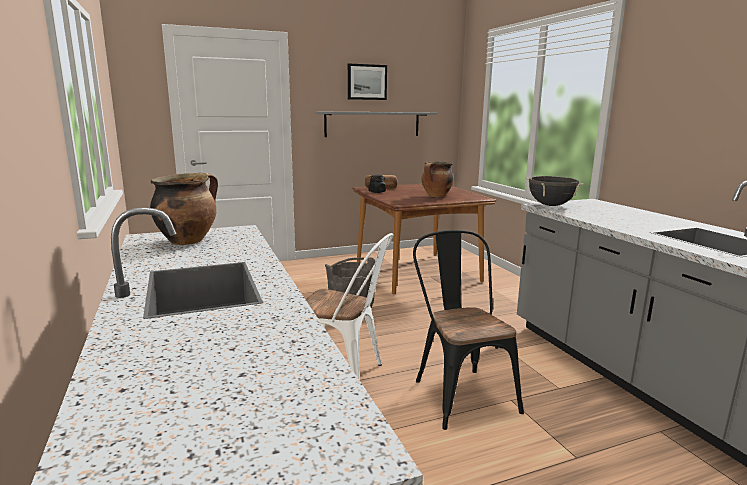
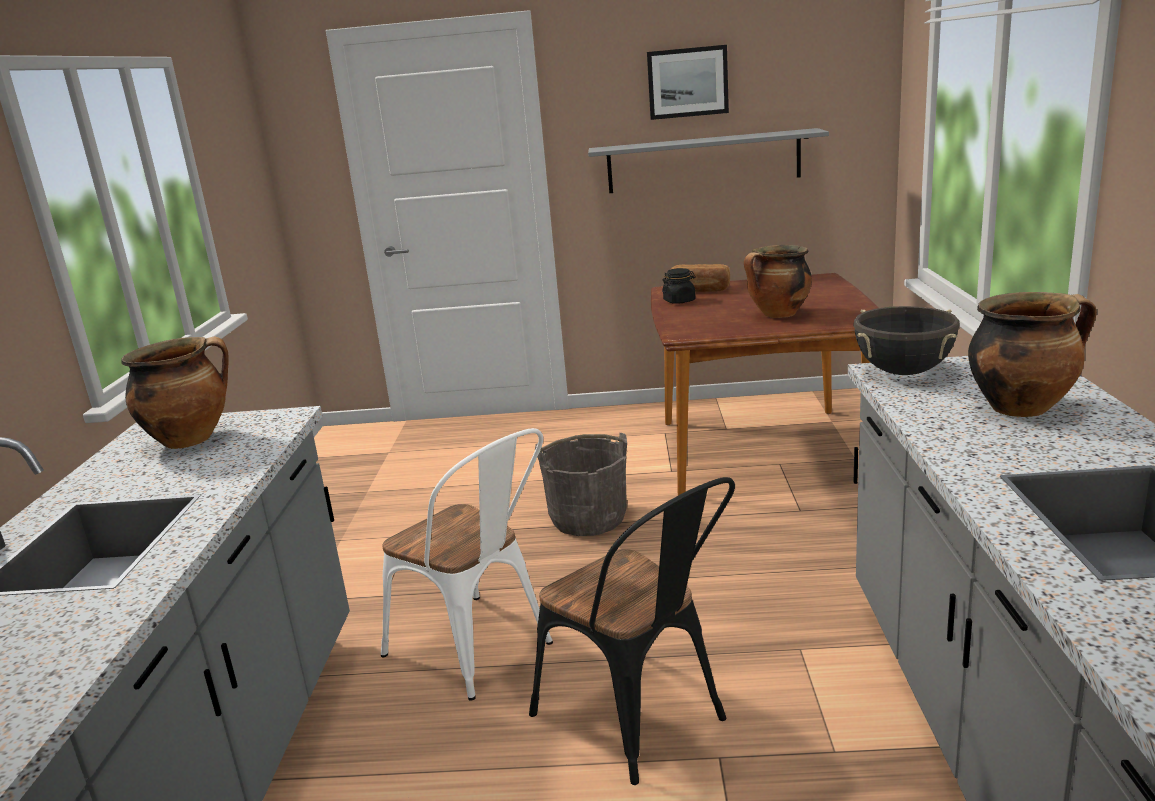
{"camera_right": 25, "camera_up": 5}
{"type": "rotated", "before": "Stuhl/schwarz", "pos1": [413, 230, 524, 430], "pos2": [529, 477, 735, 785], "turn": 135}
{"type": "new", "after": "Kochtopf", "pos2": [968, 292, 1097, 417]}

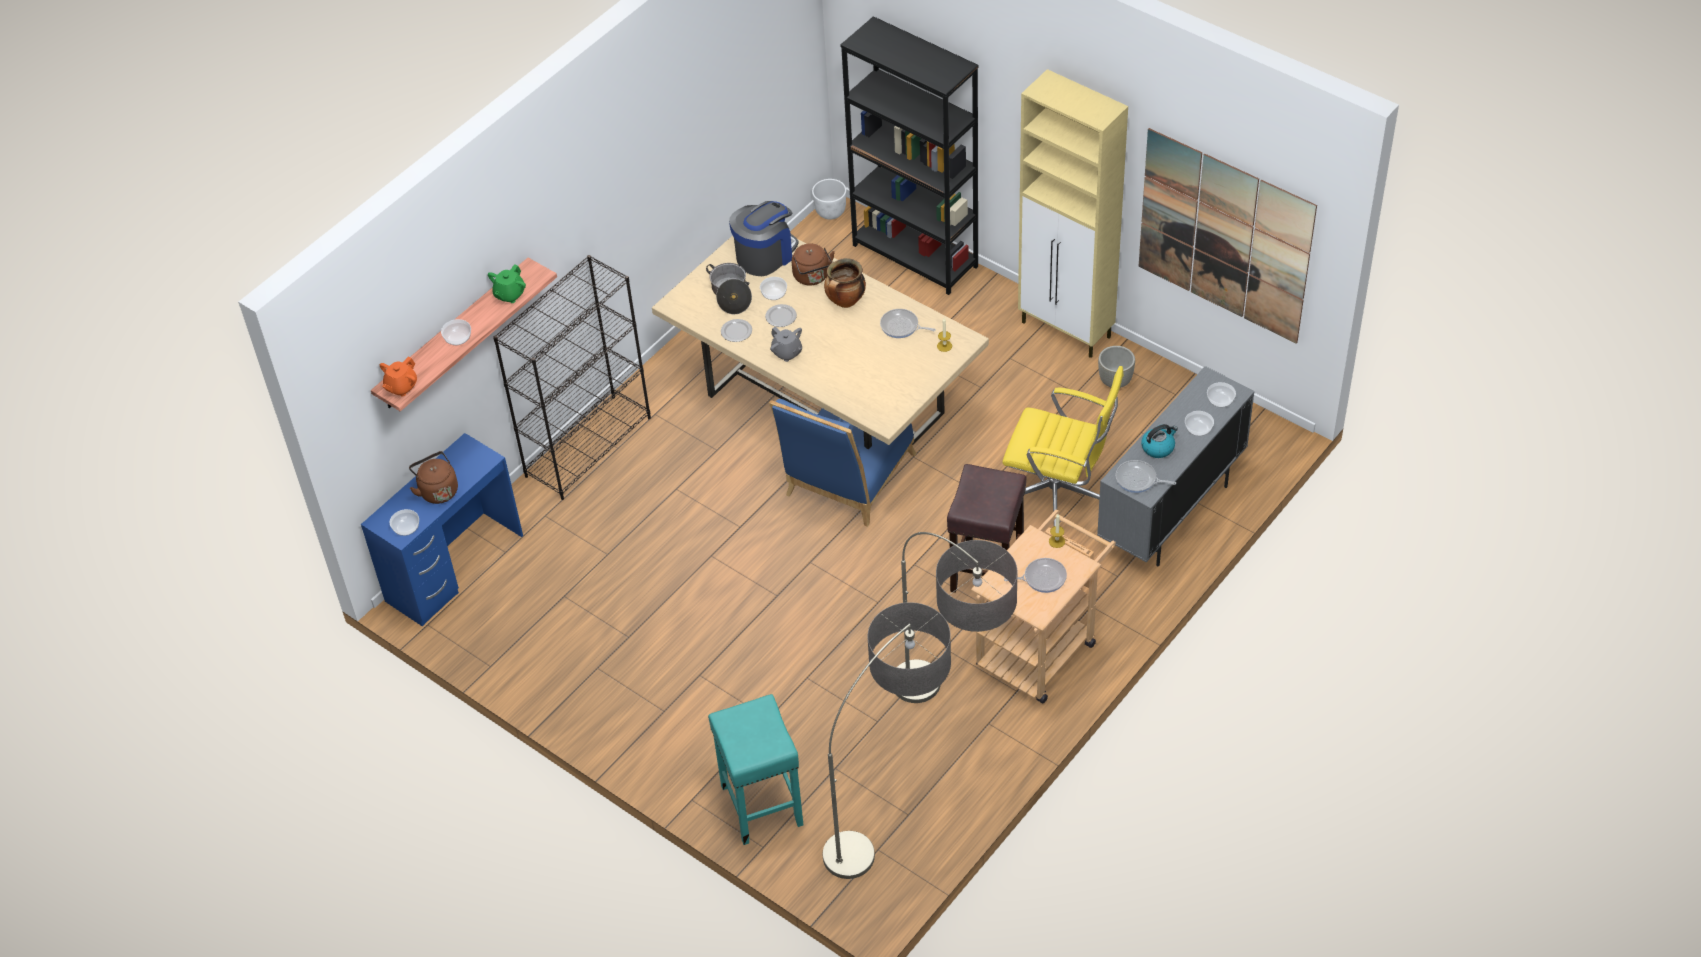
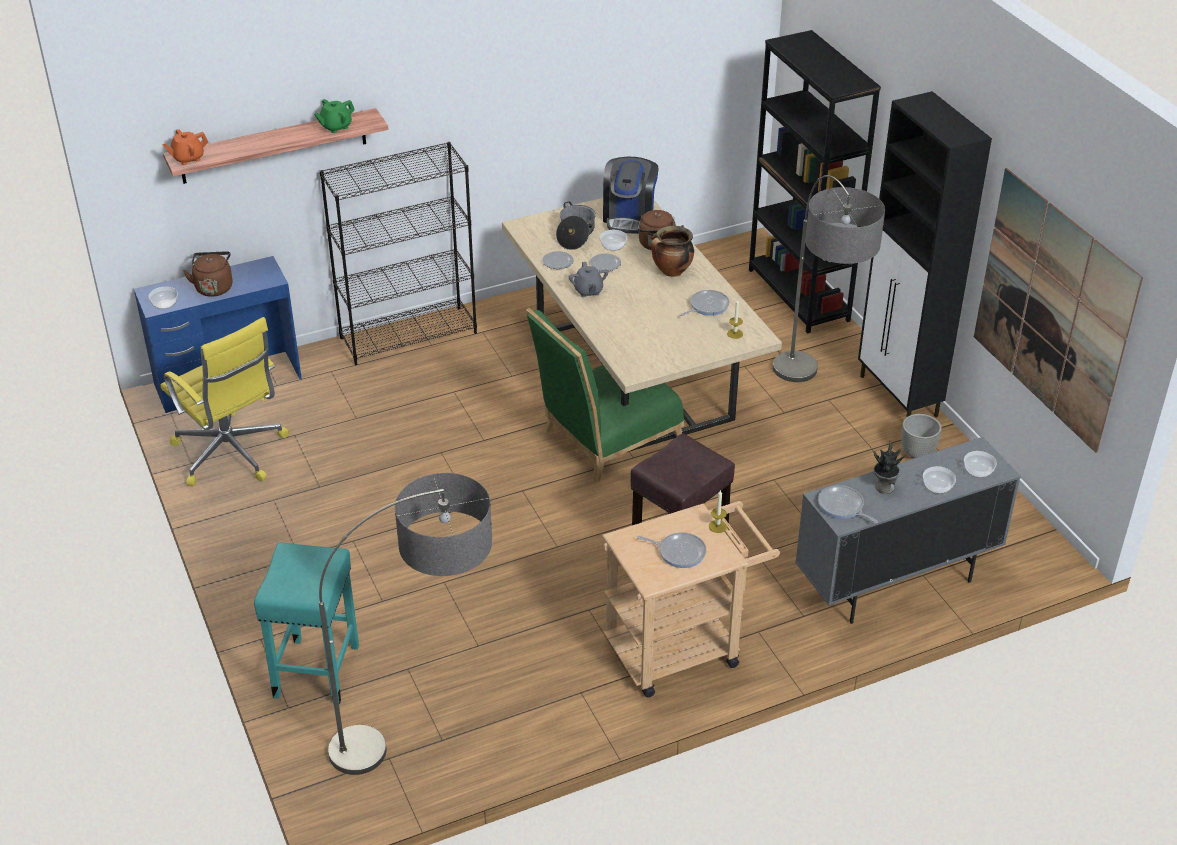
{"camera_right": 25, "camera_up": -10}
{"type": "gone", "before": "Schüssel", "pos1": [441, 319, 471, 345]}
{"type": "rotated", "before": "Kaffeemaschine", "pos1": [729, 201, 799, 276], "pos2": [603, 157, 659, 234], "turn": 120}
{"type": "repainted", "before": "Stuhl/blau", "after": "Stuhl/grün", "pos1": [769, 399, 917, 527], "pos2": [526, 308, 684, 482]}
{"type": "gone", "before": "Pflanzkübel/weiß", "pos1": [812, 179, 846, 220]}
{"type": "rotated", "before": "Pfanne", "pos1": [880, 309, 936, 338], "pos2": [681, 290, 729, 316], "turn": 90}
{"type": "shifted", "before": "Stehlampe", "pos1": [897, 532, 1017, 703], "pos2": [773, 175, 885, 382]}
{"type": "shifted", "before": "Bürostuhl/gelb", "pos1": [1002, 366, 1124, 526], "pos2": [160, 317, 289, 487]}
{"type": "repainted", "before": "Schrank/beige", "after": "Schrank/schwarz", "pos1": [1018, 69, 1128, 358], "pos2": [858, 91, 992, 417]}
{"type": "swapped", "before": "Wasserkessel", "after": "Topfpflanze", "pos1": [1141, 424, 1178, 458], "pos2": [870, 440, 908, 494]}

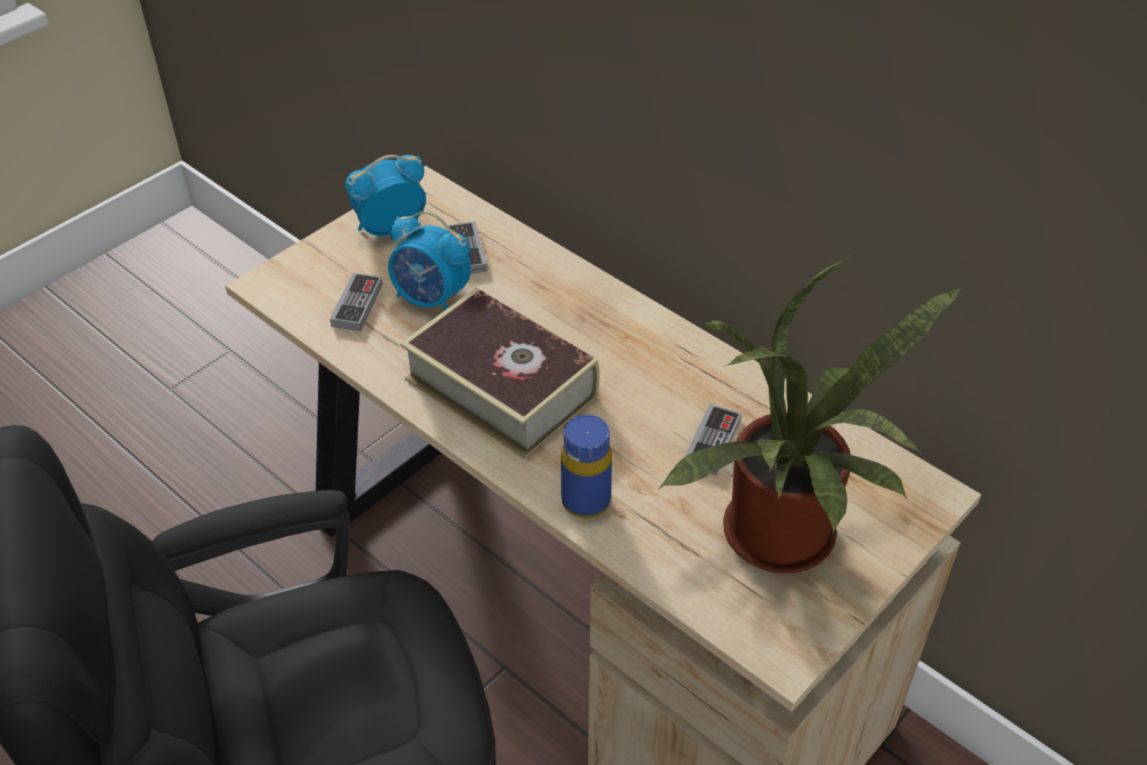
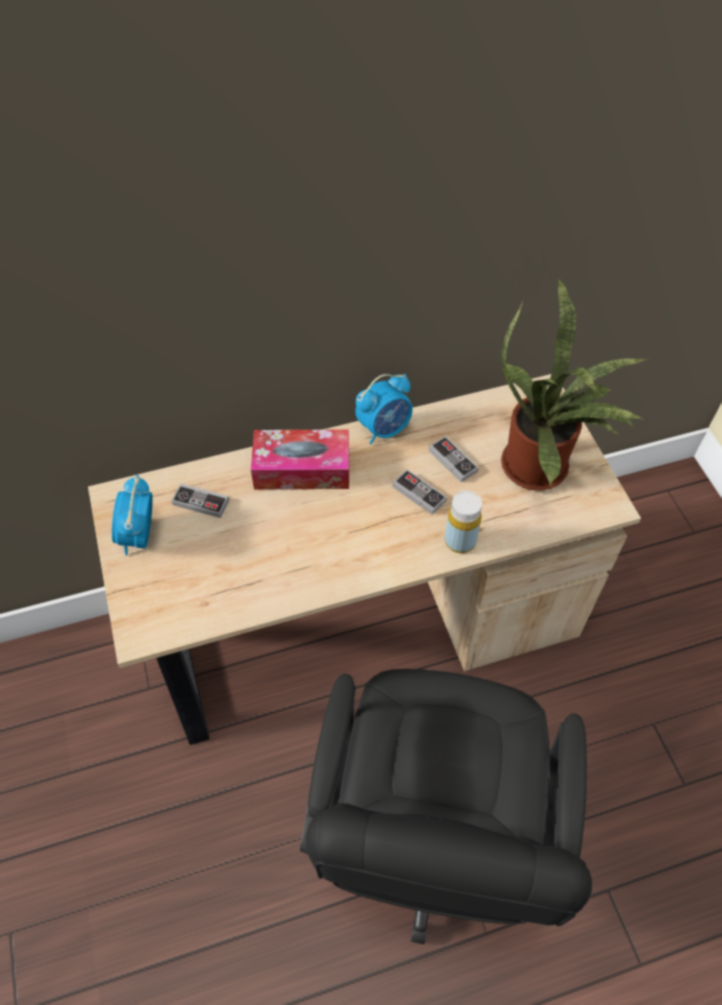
{"camera_right": -60, "camera_up": 10}
{"type": "shifted", "before": "Gamepad", "pos1": [330, 273, 383, 331], "pos2": [393, 470, 447, 515]}
{"type": "shifted", "before": "Wecker", "pos1": [388, 211, 471, 310], "pos2": [356, 374, 413, 445]}
{"type": "gone", "before": "Buch", "pos1": [400, 288, 599, 459]}
{"type": "repainted", "before": "Flasche/blau", "after": "Flasche/gelb", "pos1": [561, 414, 612, 518], "pos2": [445, 490, 482, 553]}
{"type": "new", "after": "Taschentuchbox", "pos2": [251, 429, 349, 490]}

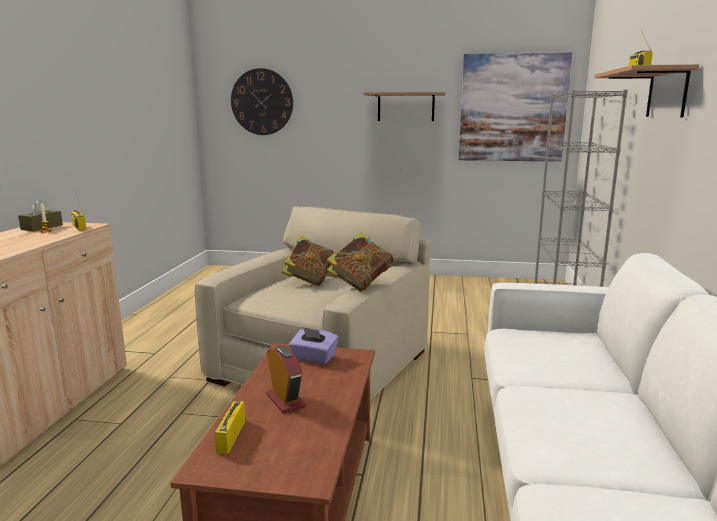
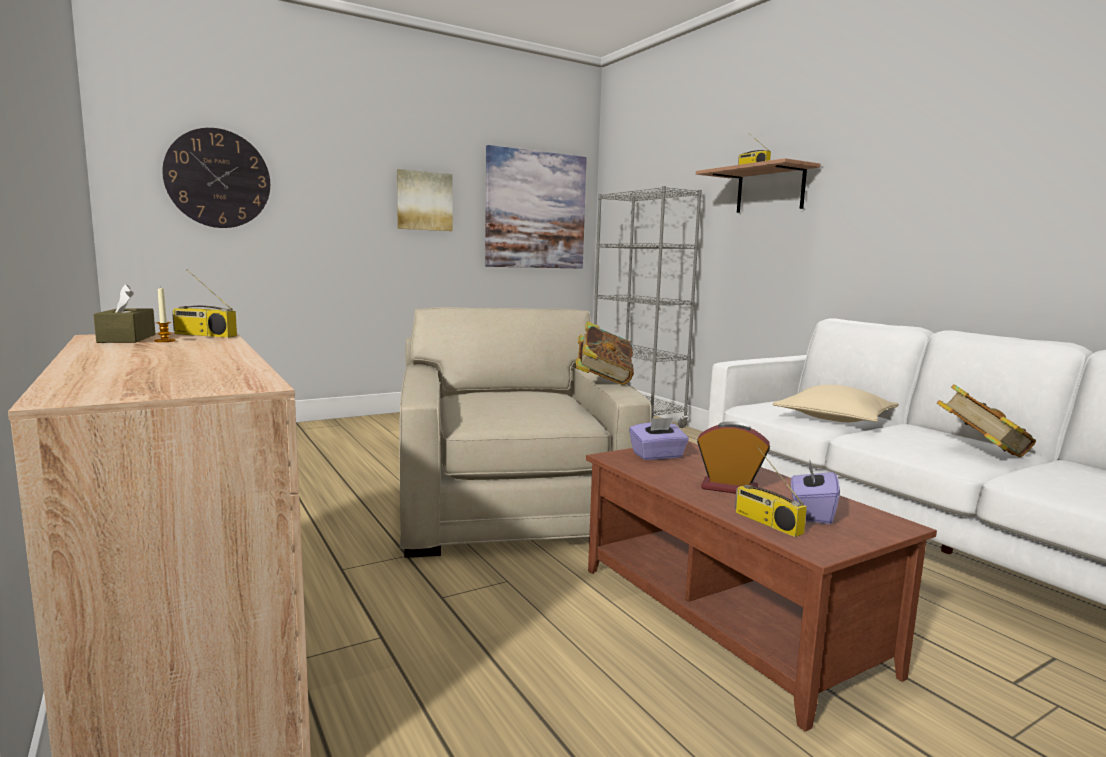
{"camera_right": -40, "camera_up": -5}
{"type": "shifted", "before": "Buch", "pos1": [282, 235, 334, 286], "pos2": [937, 384, 1036, 457]}
{"type": "swapped", "before": "Wandregal", "after": "Bild", "pos1": [364, 92, 445, 121], "pos2": [397, 169, 453, 231]}
{"type": "new", "after": "Kissen/beige", "pos2": [772, 385, 899, 422]}
{"type": "new", "after": "Taschentuchbox/lila", "pos2": [791, 461, 840, 524]}

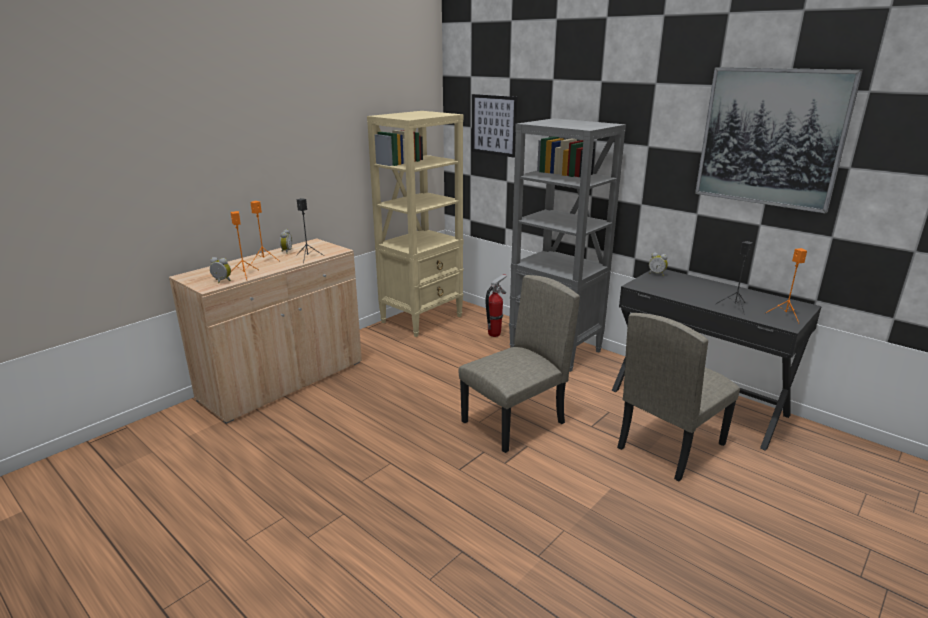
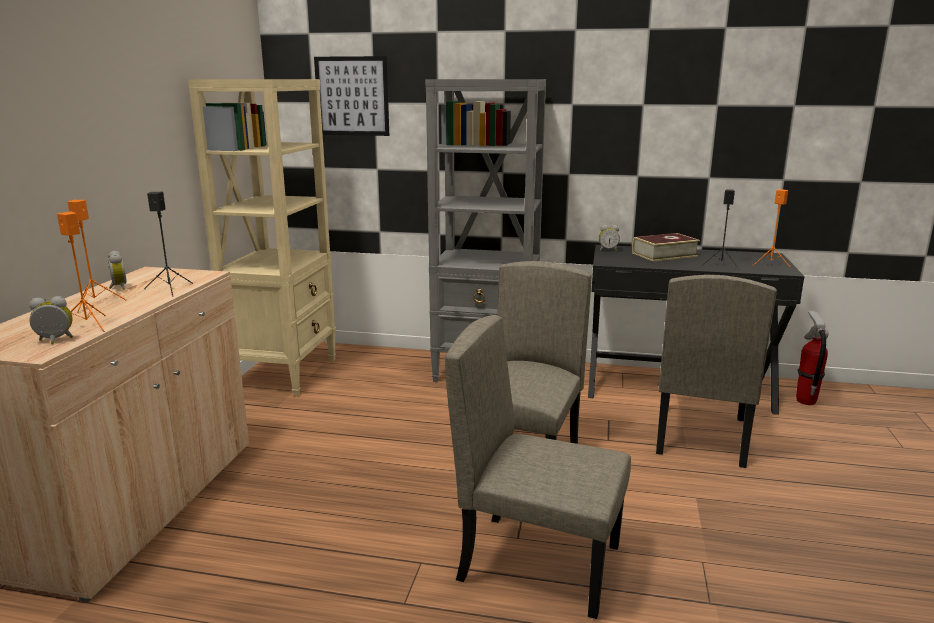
{"camera_right": -30, "camera_up": -5}
{"type": "shifted", "before": "Feuerlöscher", "pos1": [486, 274, 507, 337], "pos2": [796, 310, 828, 405]}
{"type": "gone", "before": "Bild", "pos1": [695, 67, 863, 214]}
{"type": "new", "after": "Stuhl/beige", "pos2": [445, 315, 631, 619]}
{"type": "new", "after": "Buch", "pos2": [632, 233, 700, 261]}

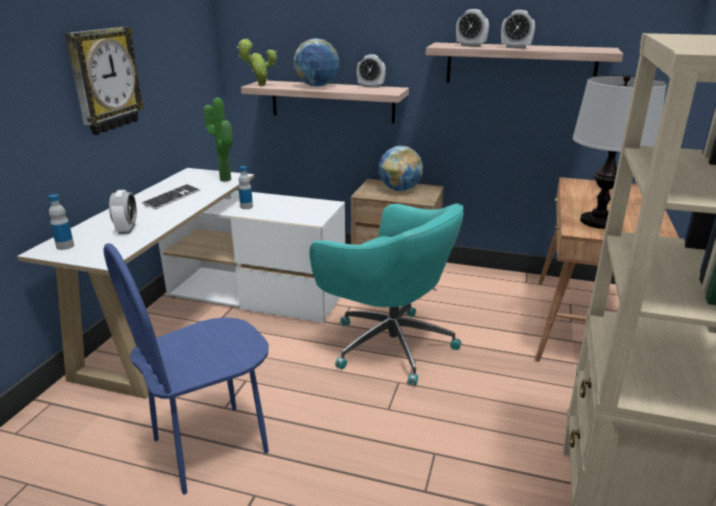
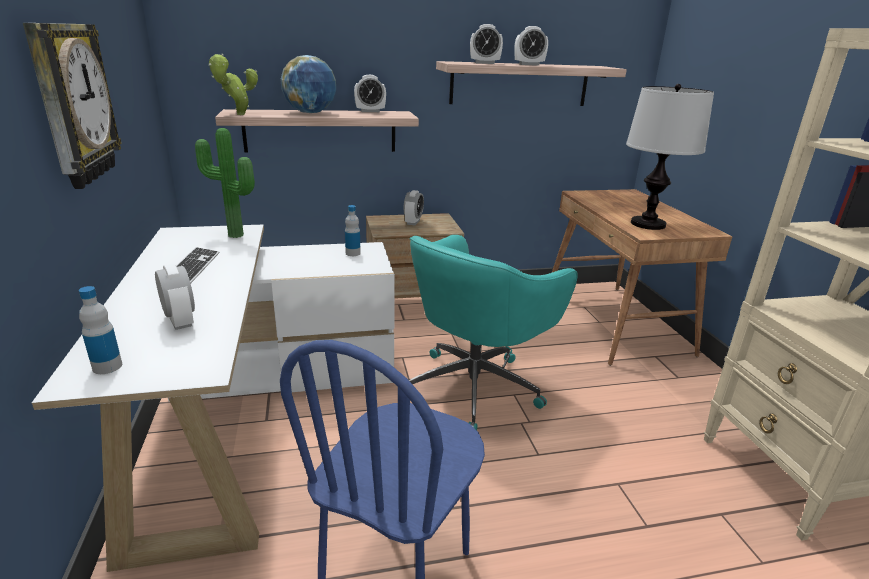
{"camera_right": -30, "camera_up": 0}
{"type": "shifted", "before": "Flasche", "pos1": [238, 166, 253, 209], "pos2": [345, 205, 361, 256]}
{"type": "rotated", "before": "Bürostuhl/türkis", "pos1": [309, 203, 464, 386], "pos2": [409, 235, 578, 430], "turn": 120}
{"type": "swapped", "before": "Globus", "after": "Wecker", "pos1": [379, 146, 423, 191], "pos2": [404, 190, 424, 226]}

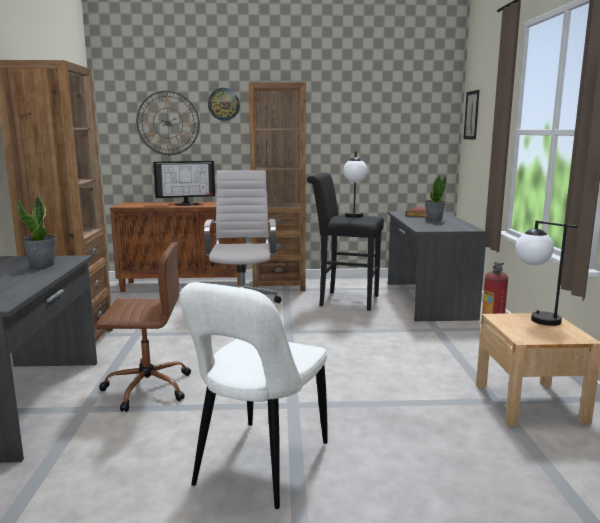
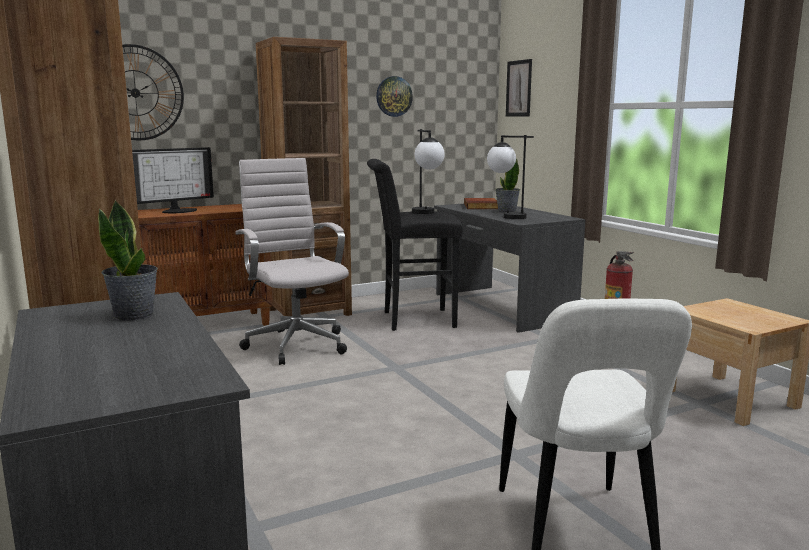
{"camera_right": -25, "camera_up": 0}
{"type": "gone", "before": "Bürostuhl/braun", "pos1": [96, 242, 191, 412]}
{"type": "shifted", "before": "Wanduhr", "pos1": [208, 88, 240, 121], "pos2": [376, 76, 413, 117]}
{"type": "shifted", "before": "Tischlampe", "pos1": [515, 220, 577, 326], "pos2": [487, 135, 534, 219]}

